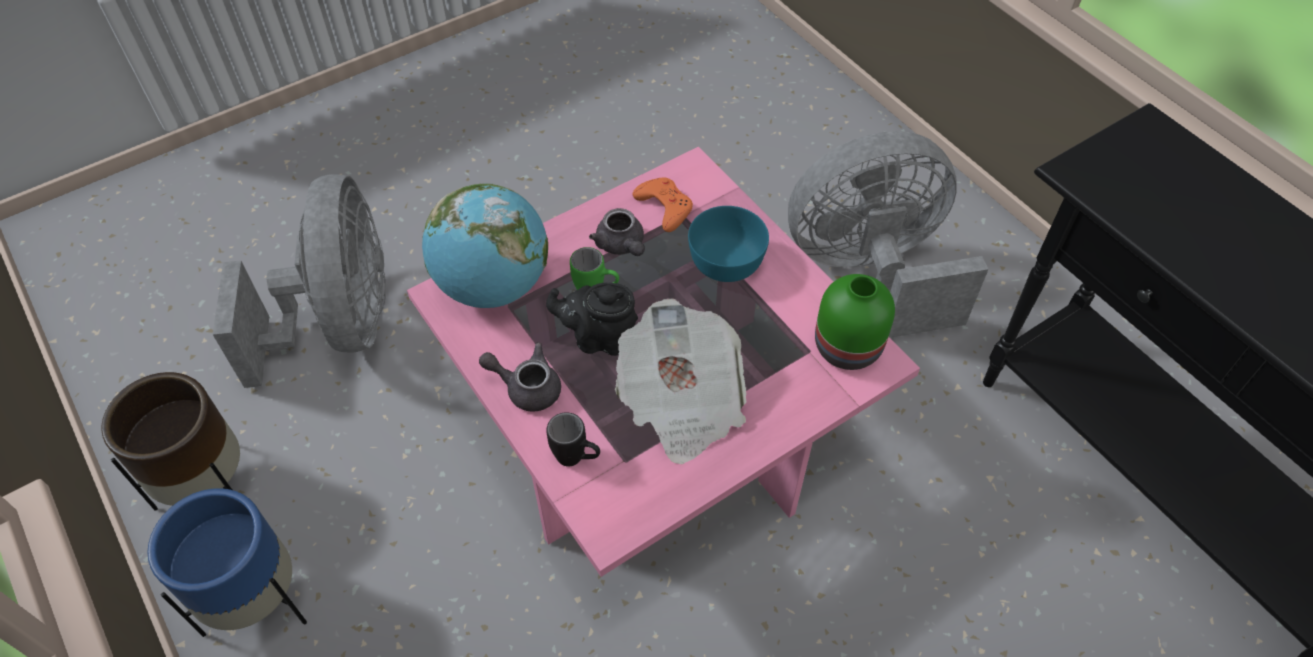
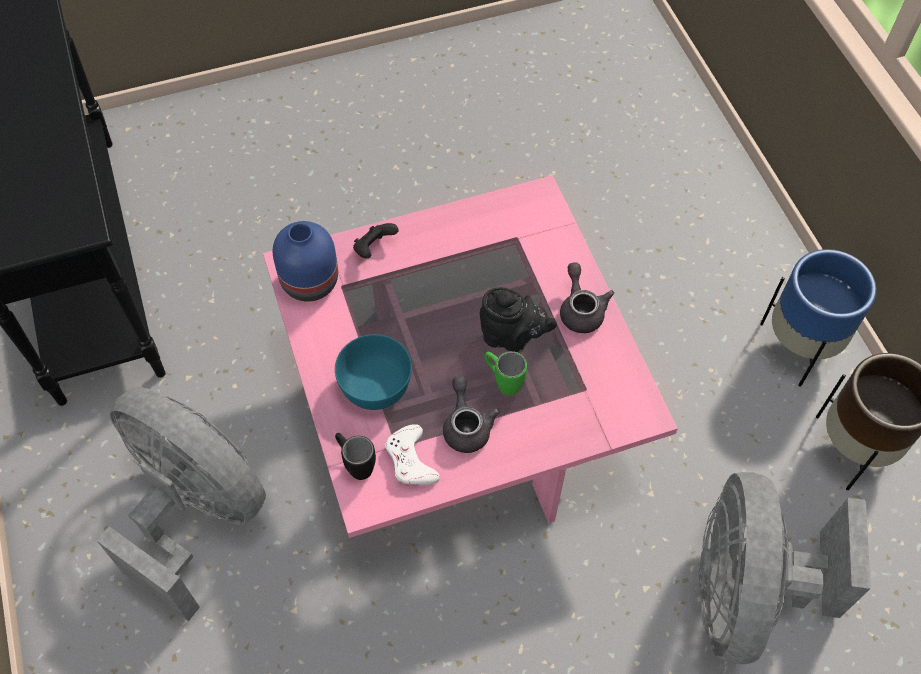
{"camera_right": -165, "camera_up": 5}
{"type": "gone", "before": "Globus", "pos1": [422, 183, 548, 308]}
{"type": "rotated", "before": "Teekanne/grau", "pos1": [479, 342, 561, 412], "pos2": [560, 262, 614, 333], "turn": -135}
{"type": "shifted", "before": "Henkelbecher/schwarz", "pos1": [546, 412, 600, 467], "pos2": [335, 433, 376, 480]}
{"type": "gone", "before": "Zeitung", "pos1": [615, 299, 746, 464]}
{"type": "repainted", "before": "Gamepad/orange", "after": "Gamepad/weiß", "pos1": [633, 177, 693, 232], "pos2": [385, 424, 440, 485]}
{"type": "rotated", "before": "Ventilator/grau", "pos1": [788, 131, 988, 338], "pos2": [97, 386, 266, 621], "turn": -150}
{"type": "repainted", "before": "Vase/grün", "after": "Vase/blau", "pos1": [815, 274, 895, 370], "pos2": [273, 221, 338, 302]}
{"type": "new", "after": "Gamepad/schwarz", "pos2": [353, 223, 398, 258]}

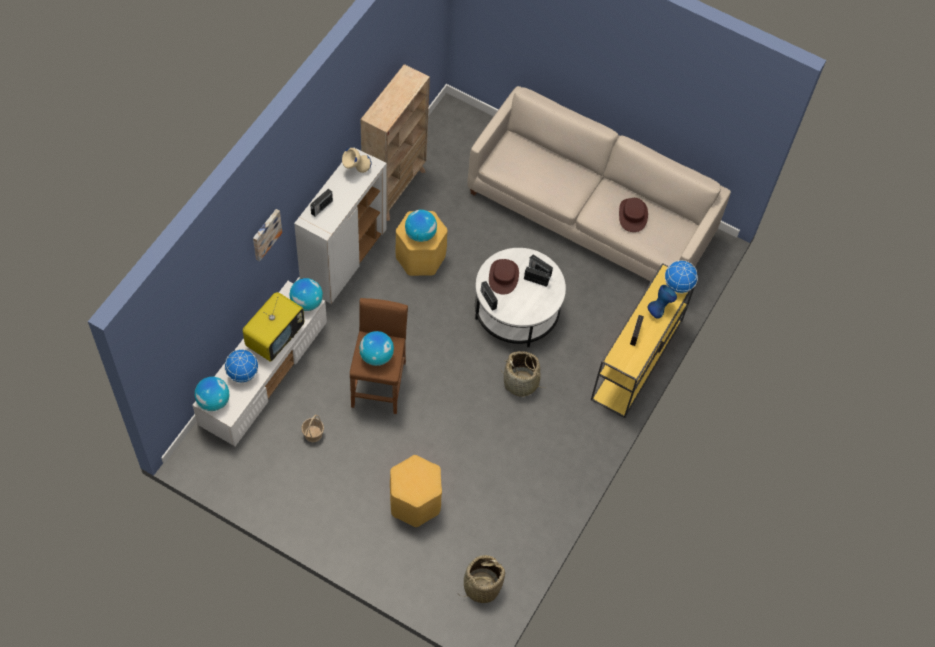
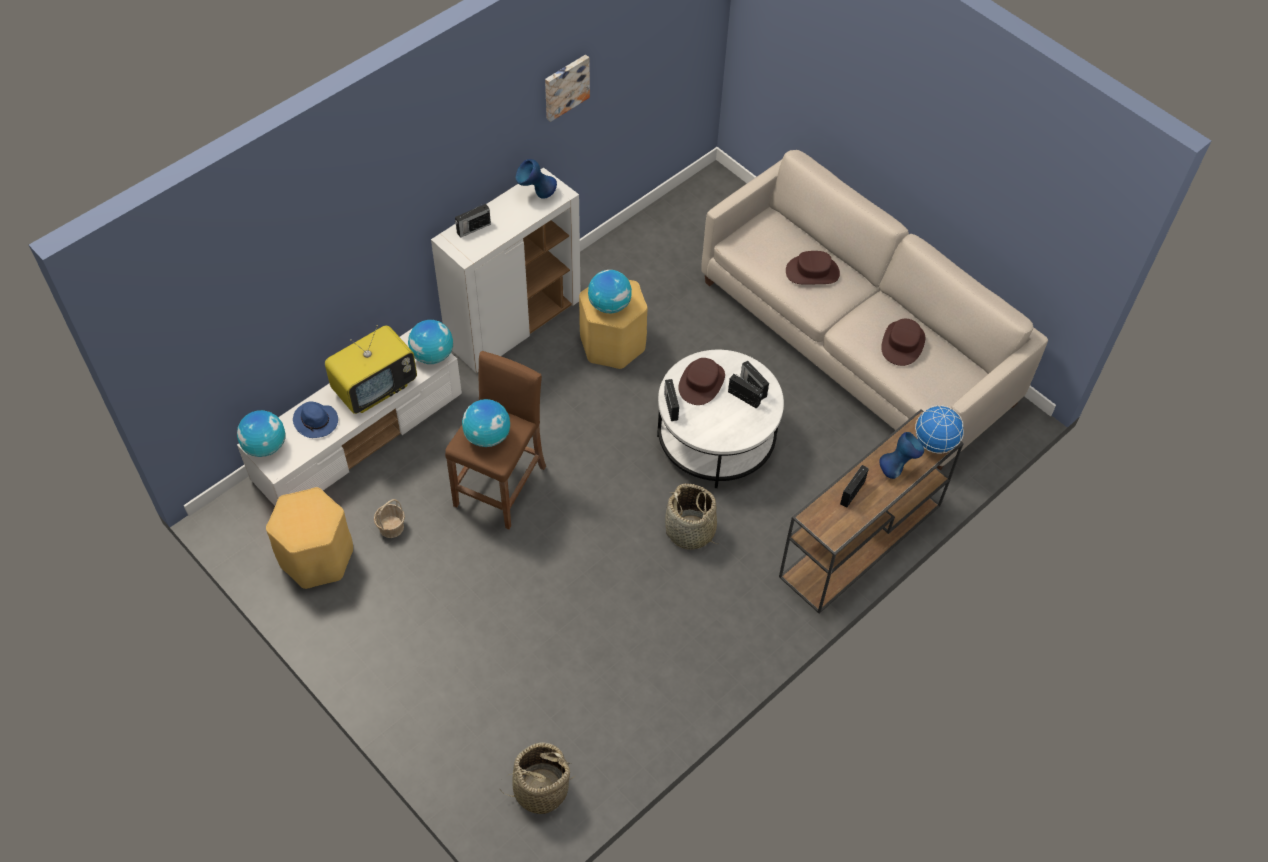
{"camera_right": 20, "camera_up": -5}
{"type": "swapped", "before": "Globus", "after": "Hut/blau", "pos1": [224, 349, 259, 383], "pos2": [293, 401, 338, 438]}
{"type": "shifted", "before": "Bild", "pos1": [253, 209, 282, 262], "pos2": [545, 54, 590, 122]}
{"type": "repainted", "before": "Vase/beige", "after": "Vase/blau", "pos1": [342, 148, 371, 173], "pos2": [516, 159, 557, 199]}
{"type": "gone", "before": "Bücherregal/beige", "pos1": [361, 64, 430, 221]}
{"type": "shifted", "before": "Hocker/gelb", "pos1": [390, 455, 442, 527], "pos2": [266, 487, 353, 589]}
{"type": "repainted", "before": "Konsolentisch/gelb", "after": "Konsolentisch/braun", "pos1": [591, 263, 695, 418], "pos2": [779, 409, 964, 614]}
{"type": "new", "after": "Hut/braun", "pos2": [786, 251, 840, 285]}

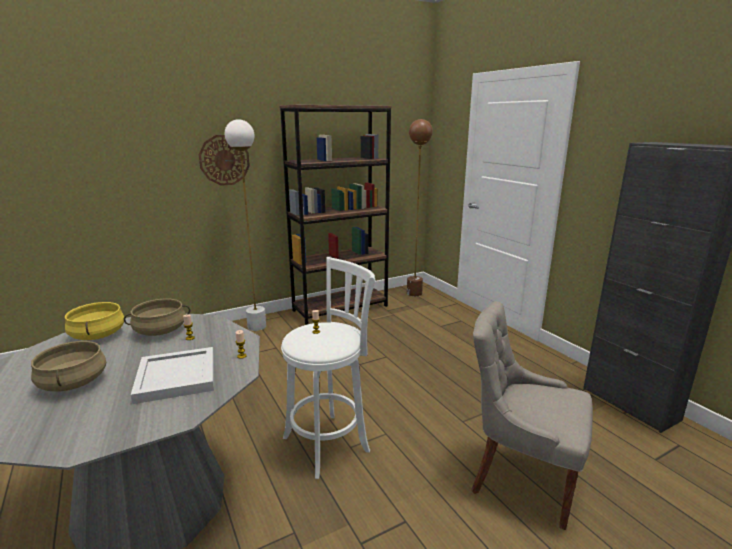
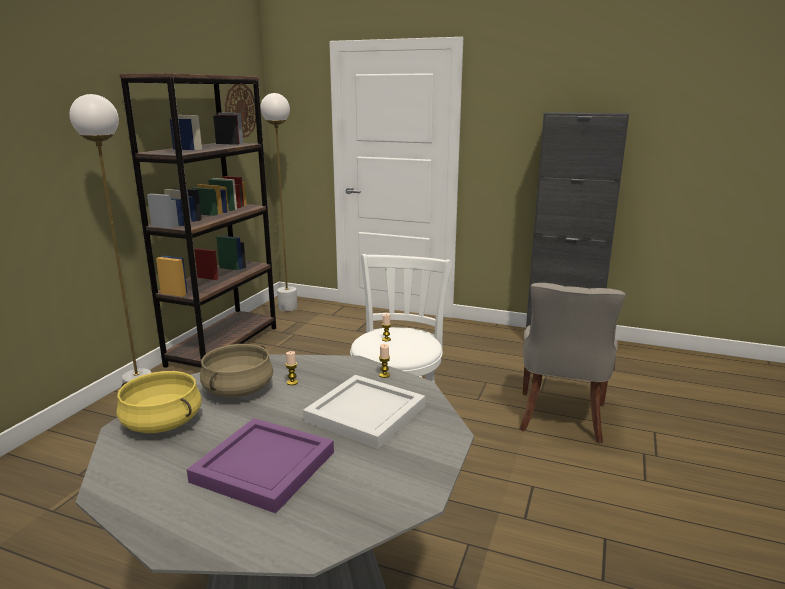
{"camera_right": -40, "camera_up": 0}
{"type": "swapped", "before": "Kochtopf/beige", "after": "Tablett/lila", "pos1": [31, 341, 106, 391], "pos2": [187, 418, 334, 513]}
{"type": "shifted", "before": "Wanduhr", "pos1": [199, 135, 250, 186], "pos2": [225, 84, 256, 138]}
{"type": "repainted", "before": "Stehlampe/braun", "after": "Stehlampe/weiß", "pos1": [407, 119, 433, 297], "pos2": [260, 93, 298, 311]}
{"type": "rotated", "before": "Stuhl/grau", "pos1": [471, 301, 593, 530], "pos2": [519, 283, 625, 444], "turn": -60}

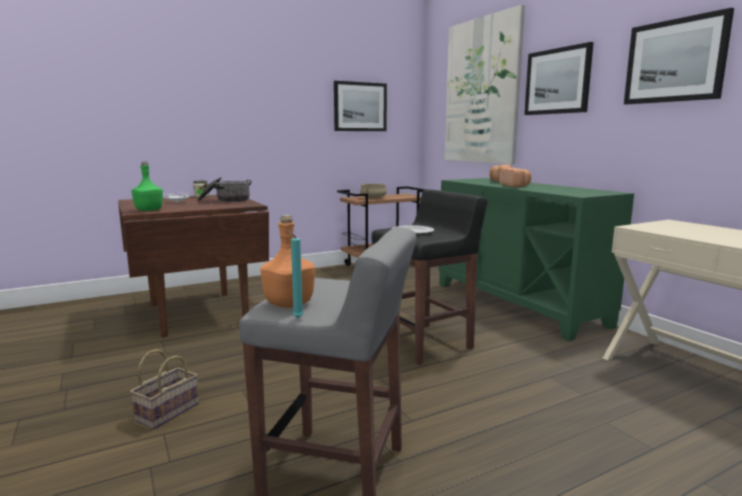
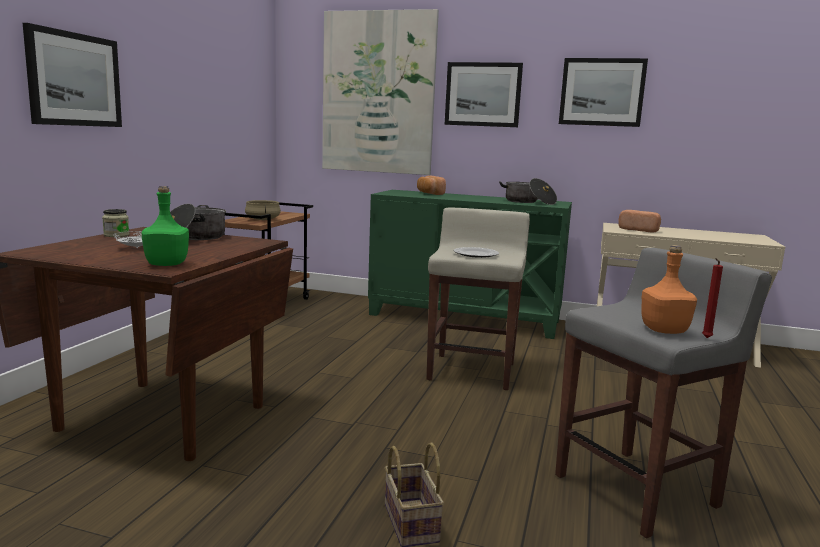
{"camera_right": -45, "camera_up": 0}
{"type": "repainted", "before": "Kerze/türkis", "after": "Kerze/rot", "pos1": [286, 230, 304, 318], "pos2": [702, 258, 723, 338]}
{"type": "shifted", "before": "Bild", "pos1": [334, 81, 387, 131], "pos2": [23, 23, 122, 127]}
{"type": "repainted", "before": "Hocker/schwarz", "after": "Hocker/beige", "pos1": [372, 190, 488, 365], "pos2": [427, 207, 530, 390]}
{"type": "shifted", "before": "Brot", "pos1": [499, 167, 531, 188], "pos2": [618, 210, 661, 232]}
{"type": "new", "after": "Kochtopf", "pos2": [499, 178, 557, 205]}

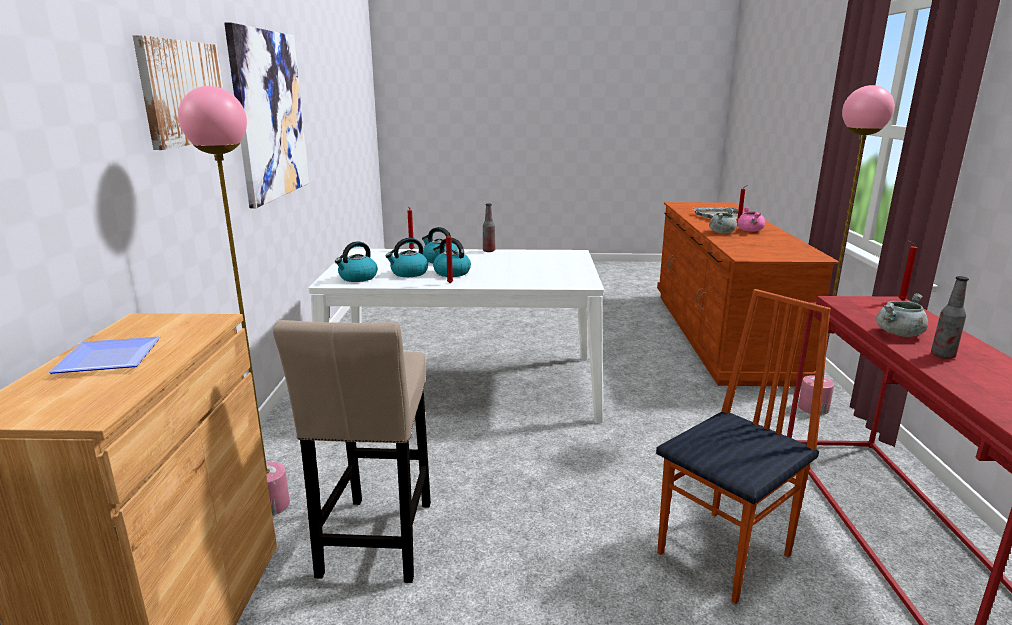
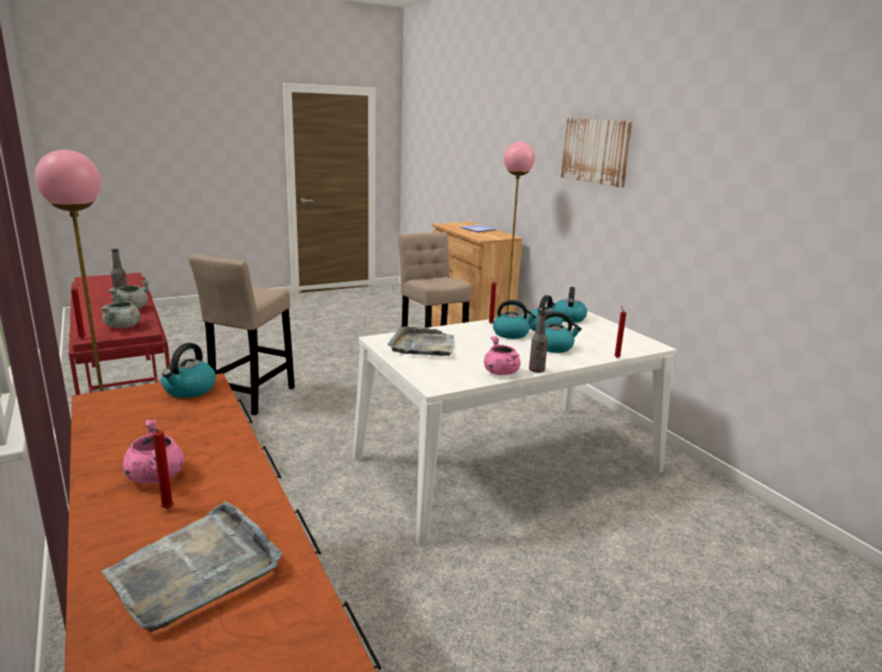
{"camera_right": 150, "camera_up": 0}
{"type": "gone", "before": "Bild", "pos1": [224, 23, 309, 208]}
{"type": "swapped", "before": "Stuhl", "after": "Hocker/beige", "pos1": [656, 289, 831, 604], "pos2": [189, 254, 295, 415]}
{"type": "shifted", "before": "Kochtopf/grau", "pos1": [709, 208, 737, 233], "pos2": [101, 294, 141, 328]}
{"type": "new", "after": "Wasserkessel", "pos2": [161, 343, 216, 398]}
{"type": "new", "after": "Tablett/grau", "pos2": [387, 326, 454, 356]}
{"type": "new", "after": "Kochtopf/rosa", "pos2": [484, 336, 520, 375]}

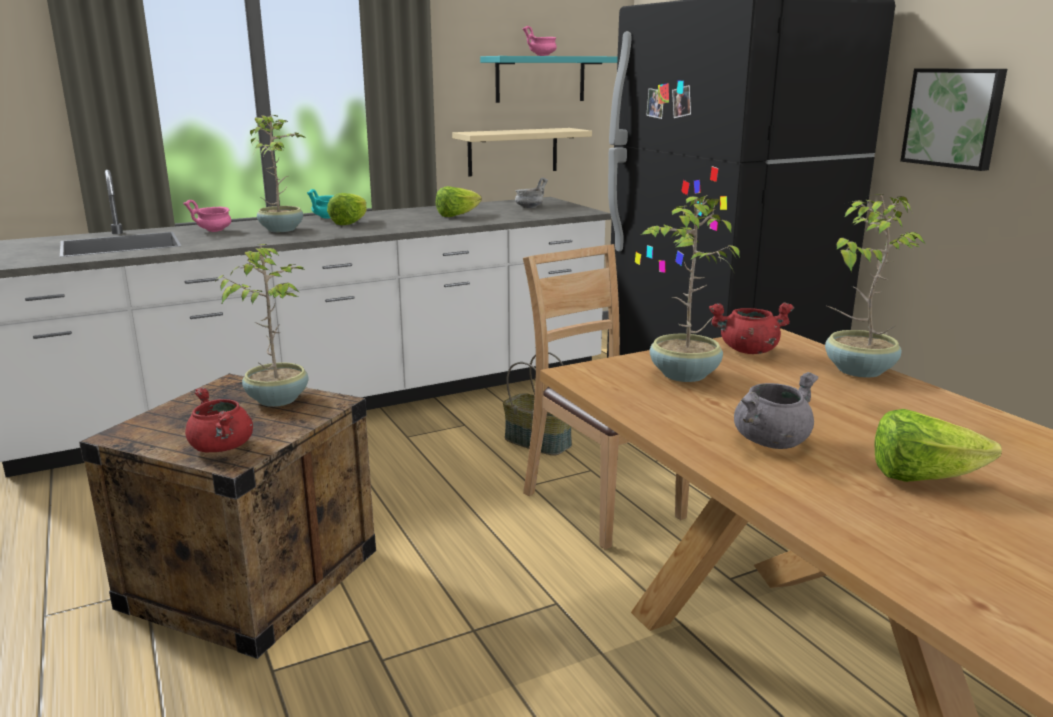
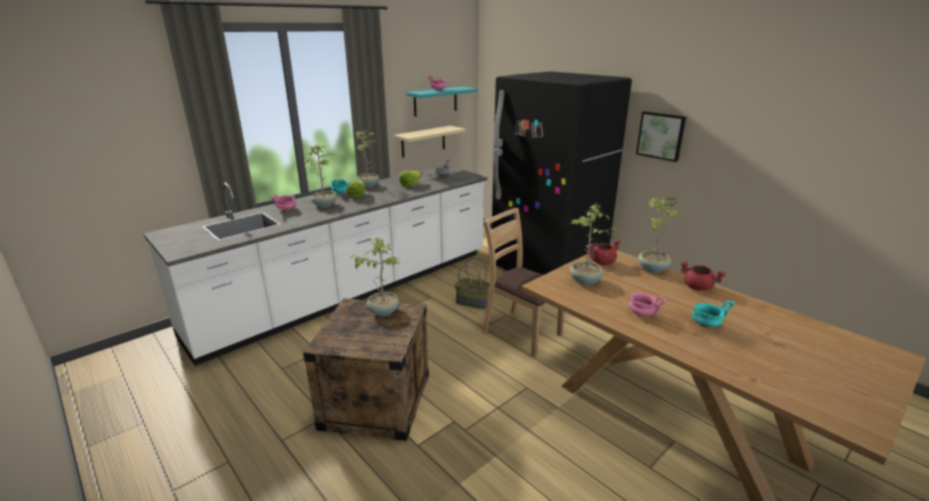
{"camera_right": -15, "camera_up": 5}
{"type": "shifted", "before": "Kochtopf/rot", "pos1": [185, 387, 253, 452], "pos2": [680, 261, 726, 291]}
{"type": "swapped", "before": "Kochtopf/grau", "after": "Schüssel/rosa", "pos1": [734, 372, 818, 449], "pos2": [628, 293, 667, 316]}
{"type": "swapped", "before": "Salatkopf", "after": "Schüssel/türkis", "pos1": [874, 409, 1002, 482], "pos2": [692, 301, 735, 327]}
{"type": "new", "after": "Topfpflanze", "pos2": [356, 131, 380, 188]}

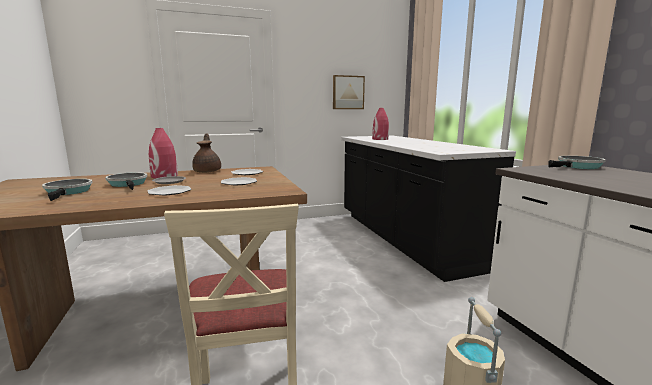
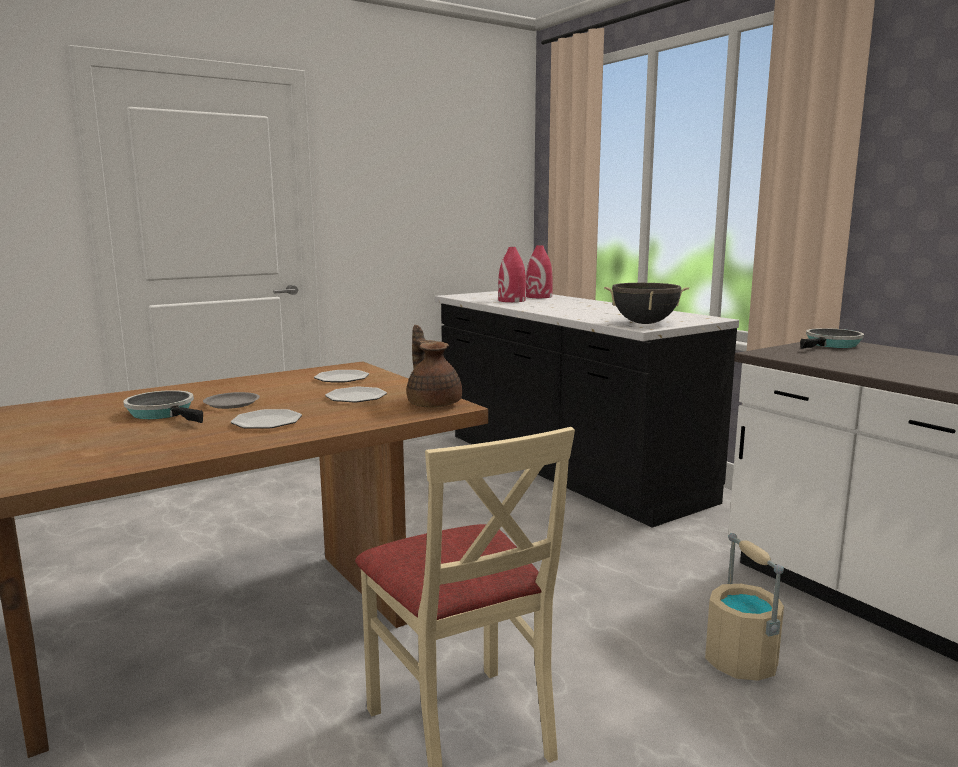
{"camera_right": -15, "camera_up": 0}
{"type": "gone", "before": "Pfanne", "pos1": [42, 179, 93, 201]}
{"type": "shifted", "before": "Vase/rot", "pos1": [149, 128, 178, 178], "pos2": [526, 245, 553, 298]}
{"type": "shifted", "before": "Teekanne/braun", "pos1": [192, 134, 221, 173], "pos2": [407, 325, 462, 408]}
{"type": "gone", "before": "Bild", "pos1": [333, 75, 365, 109]}
{"type": "new", "after": "Kochtopf/schwarz", "pos2": [604, 283, 689, 324]}

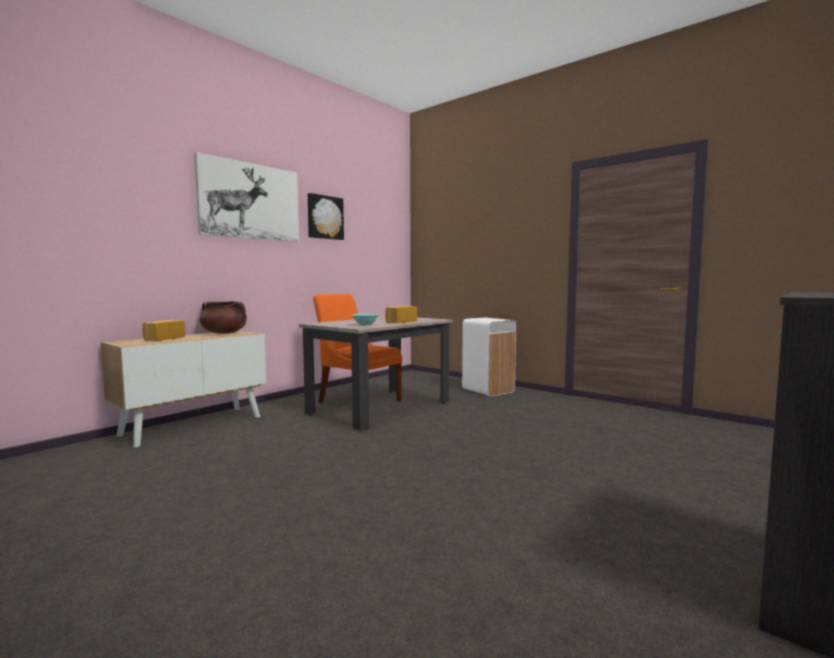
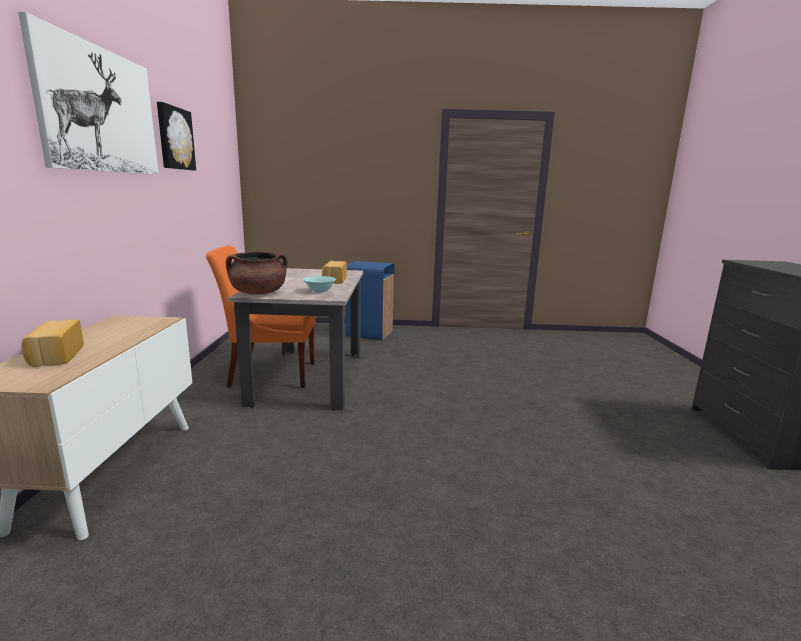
{"camera_right": -40, "camera_up": 10}
{"type": "shifted", "before": "Kochtopf/braun", "pos1": [200, 301, 247, 334], "pos2": [226, 251, 288, 295]}
{"type": "repainted", "before": "Mülleimer/weiß", "after": "Mülleimer/blau", "pos1": [462, 318, 516, 396], "pos2": [345, 261, 395, 340]}

